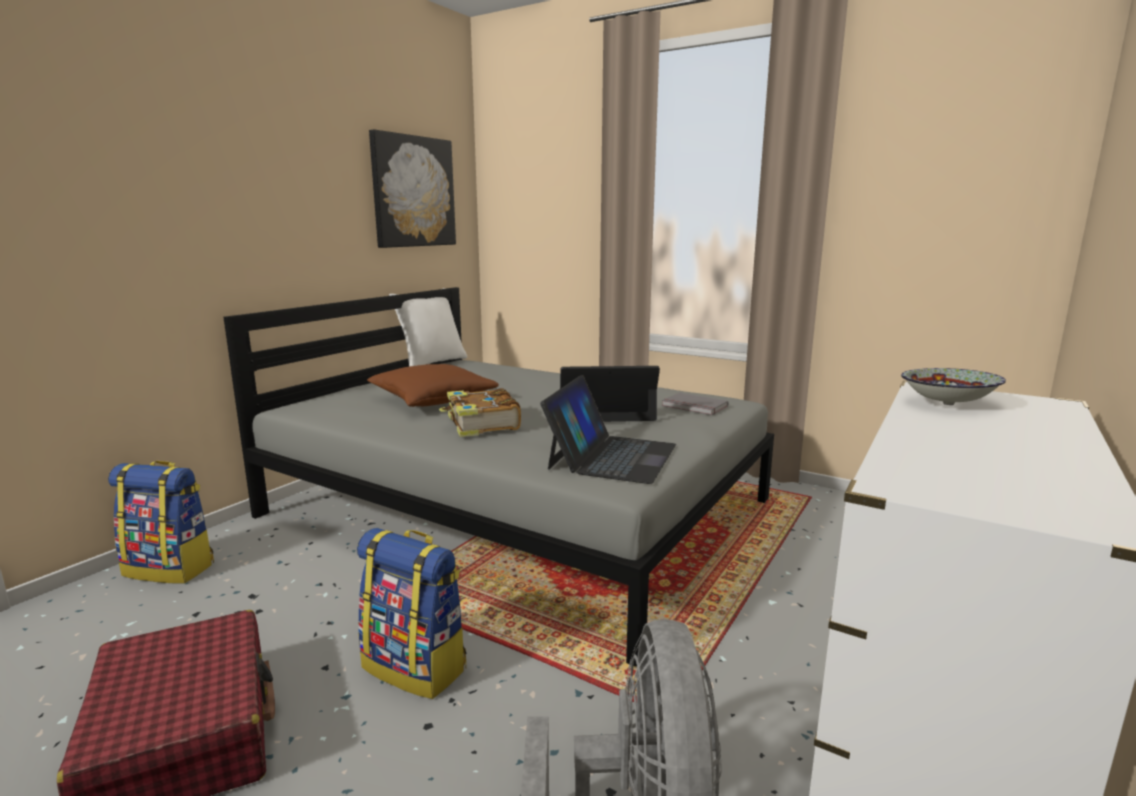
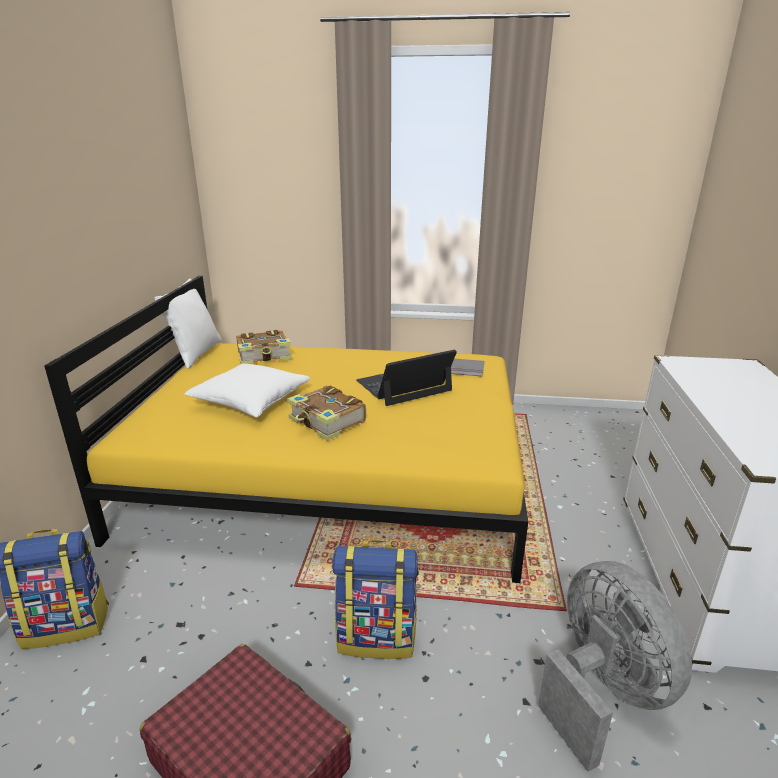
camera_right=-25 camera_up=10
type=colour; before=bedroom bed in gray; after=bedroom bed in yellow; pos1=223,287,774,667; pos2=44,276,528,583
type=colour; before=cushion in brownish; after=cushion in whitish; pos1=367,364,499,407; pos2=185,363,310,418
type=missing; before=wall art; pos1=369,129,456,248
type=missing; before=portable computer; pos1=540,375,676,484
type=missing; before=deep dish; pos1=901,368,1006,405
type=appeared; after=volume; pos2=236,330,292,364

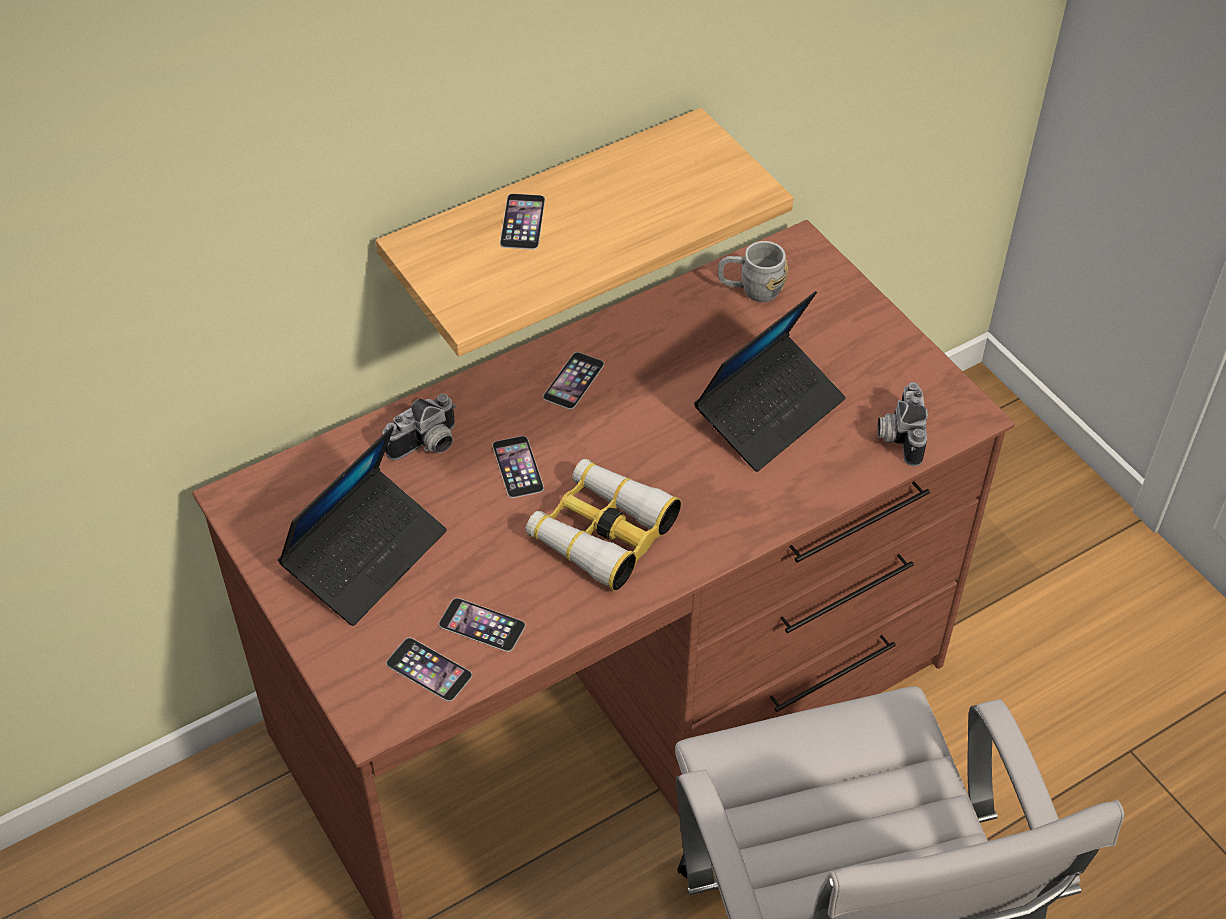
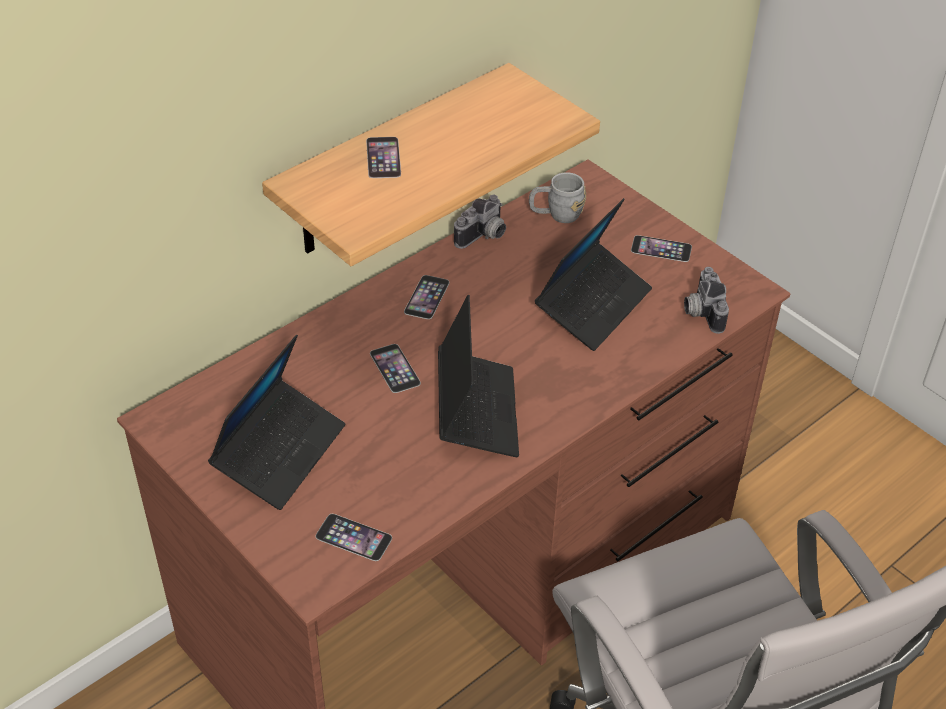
camera_right=-10 camera_up=-5
type=relocated; before=still camera; pos1=383,394,456,461; pos2=454,195,506,249
type=relocated; before=handset; pos1=439,598,526,652; pos2=631,235,692,262
type=exchanged; before=pair of binoculars; after=portable computer; pos1=526,459,681,591; pos2=438,295,519,457

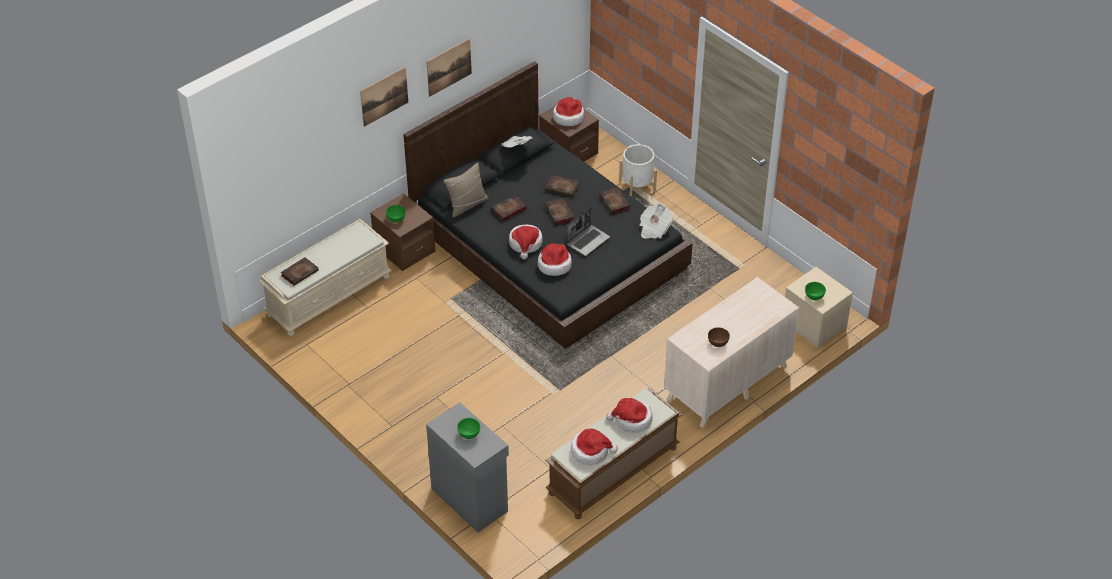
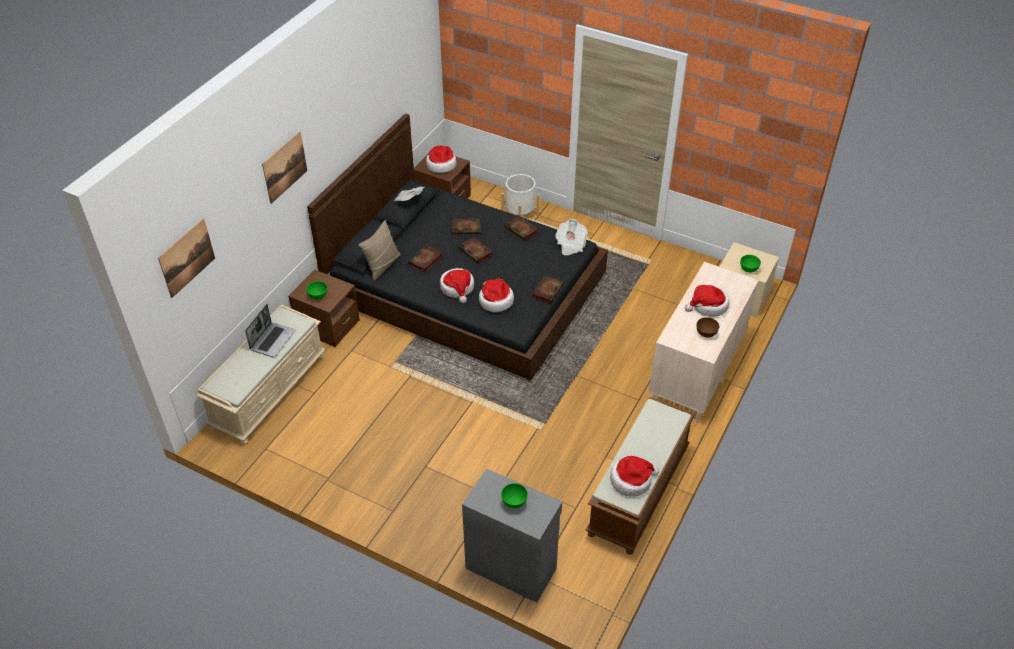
camera_right=-20 camera_up=0
type=relocated; before=volume; pos1=281,257,319,286; pos2=532,275,564,304
type=relocated; before=wall art; pos1=426,38,472,97; pos2=158,218,215,298
type=relocated; before=portable computer; pos1=566,207,610,256; pos2=245,304,295,357
type=relocated; before=clothing hat; pos1=606,398,653,433; pos2=685,285,730,317

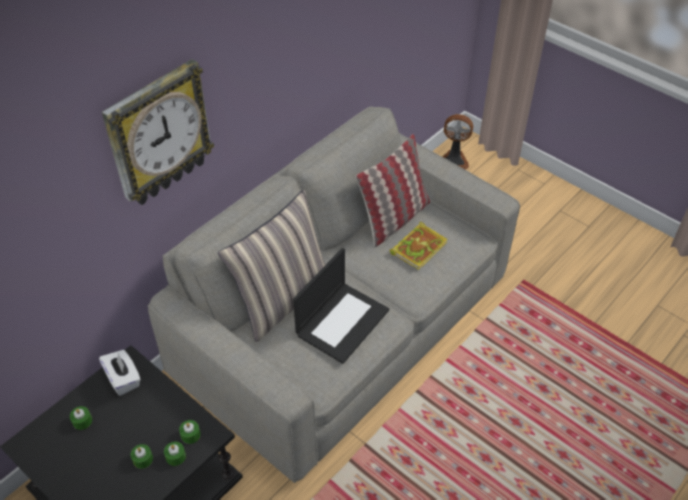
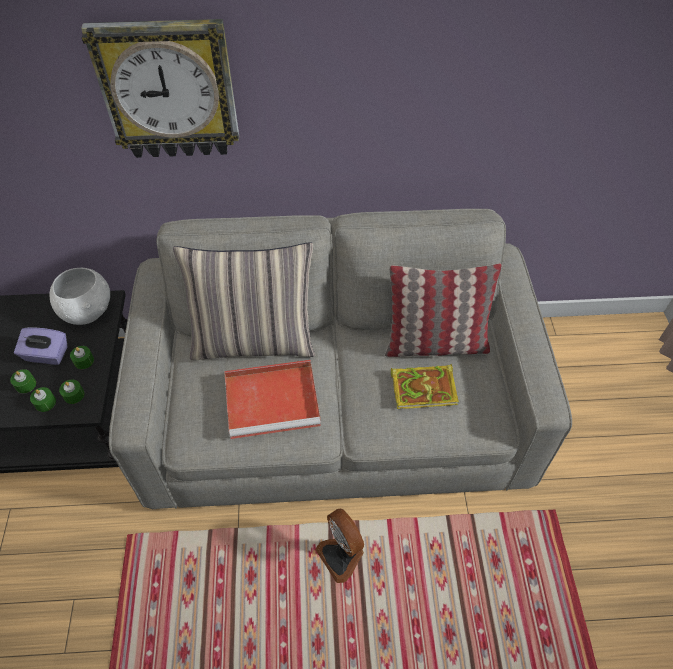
camera_right=45 camera_up=5
type=relocated; before=wax candle in greenish; pos1=70,406,92,430; pos2=70,346,94,369
type=exchanged; before=box of tissues in whitish; after=deep dish in whitish; pos1=99,350,141,395; pos2=50,268,110,325
type=exchanged; before=portable computer; after=tray in reddish; pos1=293,248,389,364; pos2=224,360,321,439
type=relocated; before=cooling fan; pos1=443,114,473,170; pos2=315,509,364,583
type=appeared; after=box of tissues in purplish; pos2=14,327,67,365

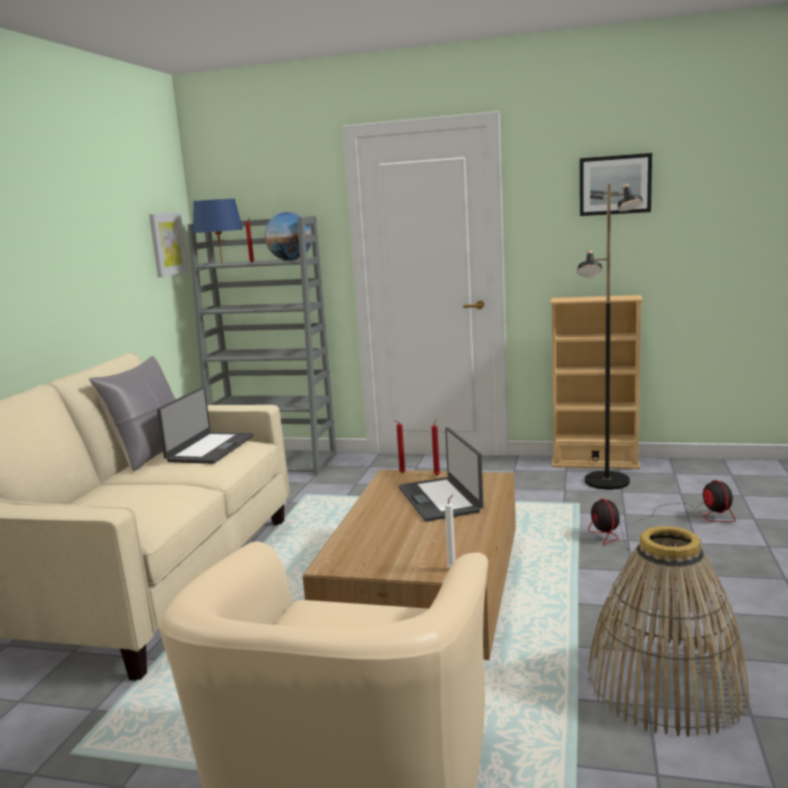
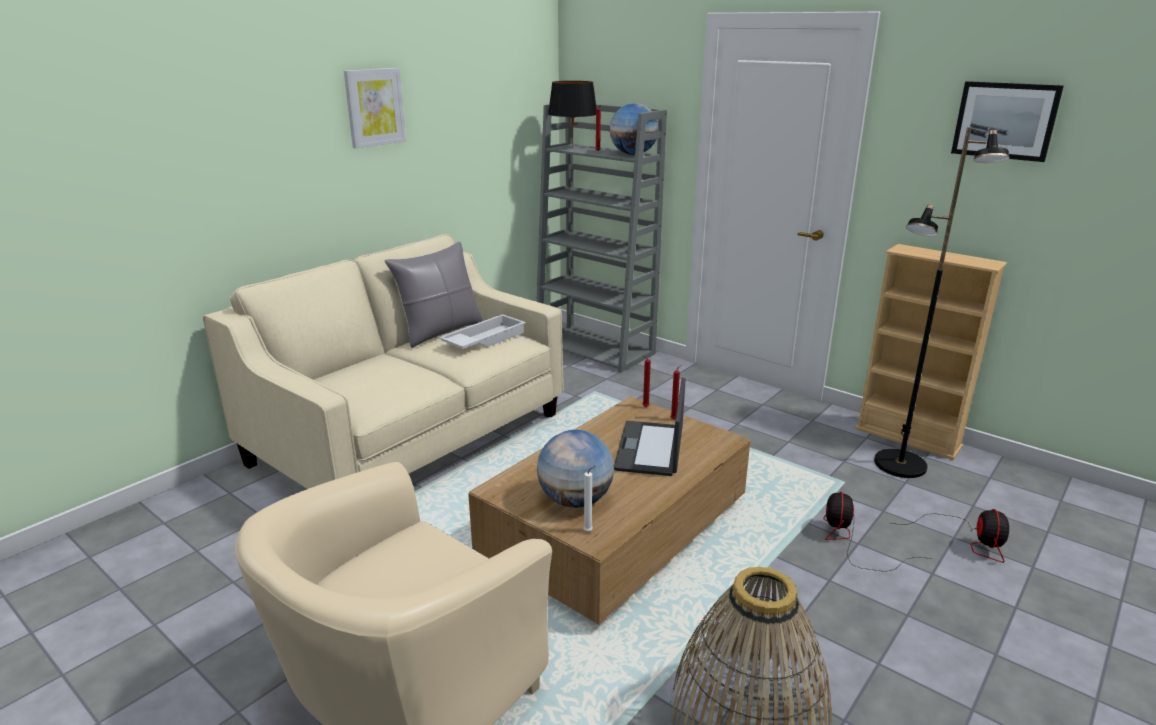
camera_right=25 camera_up=10
type=relocated; before=wall art; pos1=149,212,188,277; pos2=344,68,406,148
type=exchanged; before=portable computer; after=tray in whitish; pos1=157,387,253,464; pos2=439,314,526,349
type=colour; before=tabletop lamp in blue; after=tabletop lamp in black-coloured; pos1=193,199,243,264; pos2=548,81,597,148
type=appeared; after=world globe; pos2=537,430,614,508

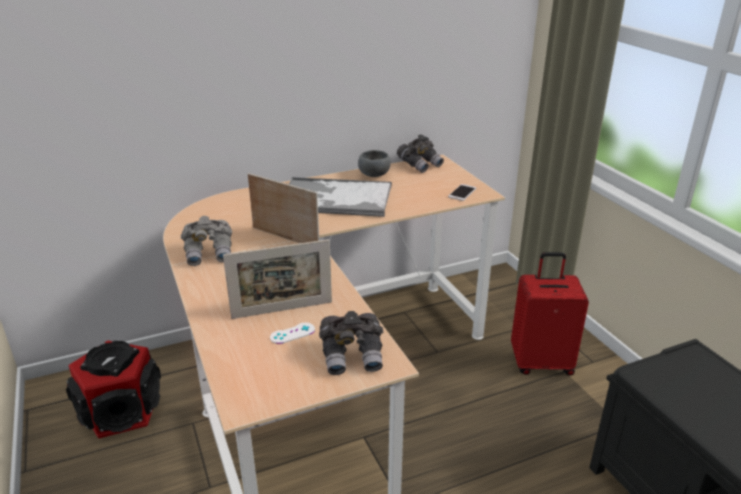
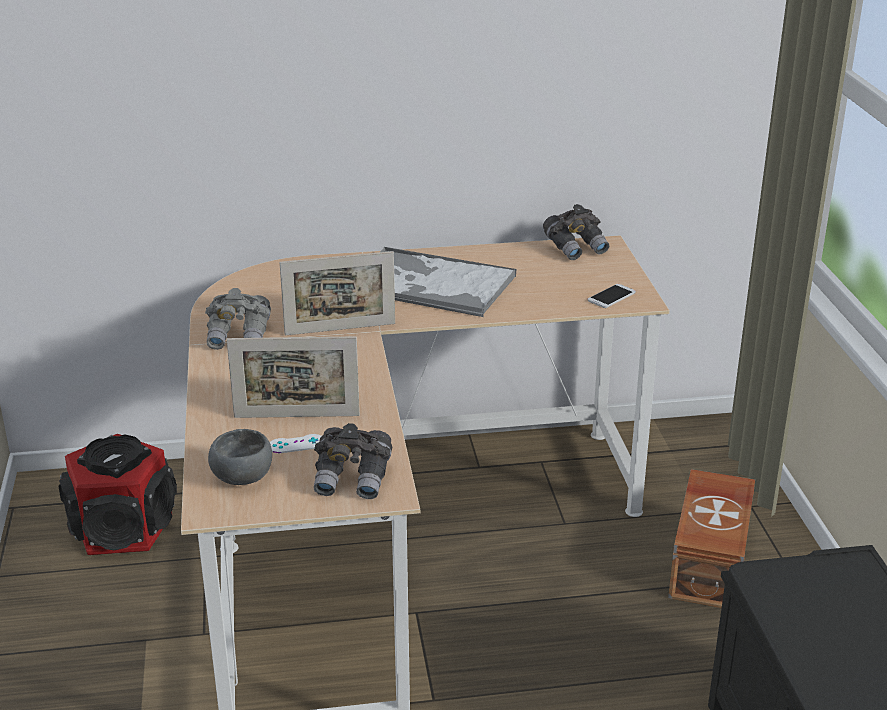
camera_right=15 camera_up=0
type=spun; before=picture frame; pos1=248,173,319,243; pos2=280,251,395,336; turn=120
type=relocated; before=deep dish in gray; pos1=358,150,391,177; pos2=208,429,272,485
type=exchanged; before=suitcase in reddish; after=storage container in brownish; pos1=511,252,589,376; pos2=668,469,755,608

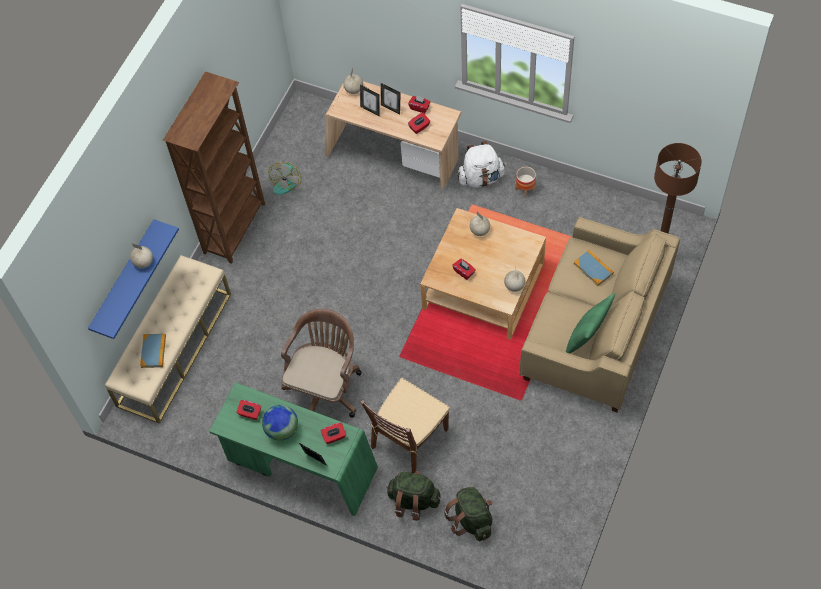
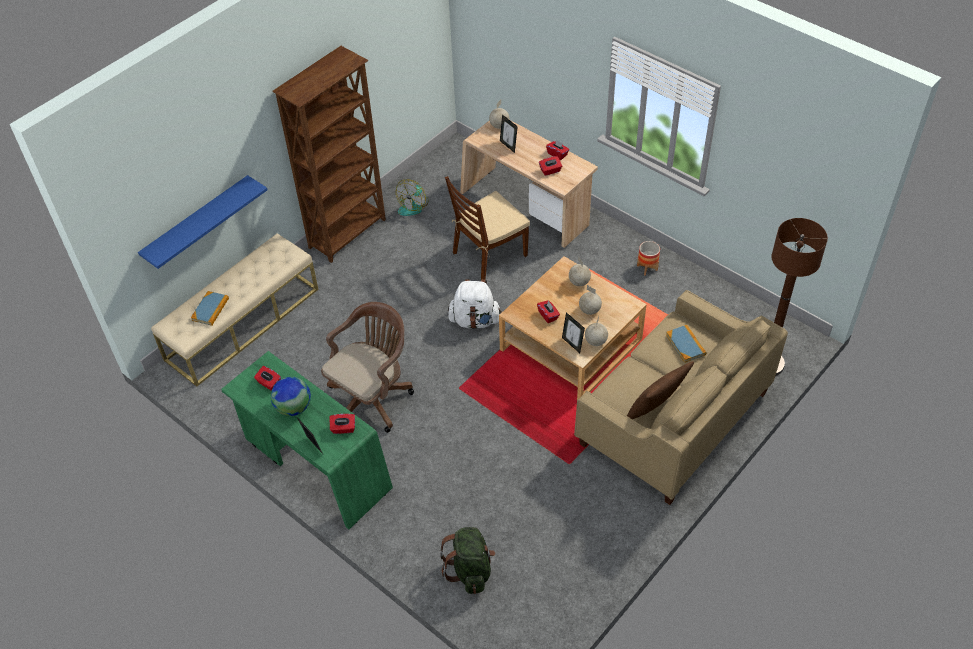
camera_right=15 camera_up=-10
type=relocated; before=world globe; pos1=130,244,153,268; pos2=579,285,602,315
type=relocated; before=chair in brownish; pos1=360,378,450,473; pos2=445,176,530,280
type=relocated; before=picture frame; pos1=381,83,401,114; pos2=562,312,585,353
type=missing; before=backpack in greenish; pos1=386,471,440,521
type=relocated; before=backpack in whitish; pos1=458,141,505,188; pos2=448,279,502,329
type=colour; before=cushion in greenish; after=cushion in brownish; pos1=566,293,615,354; pos2=627,361,694,419

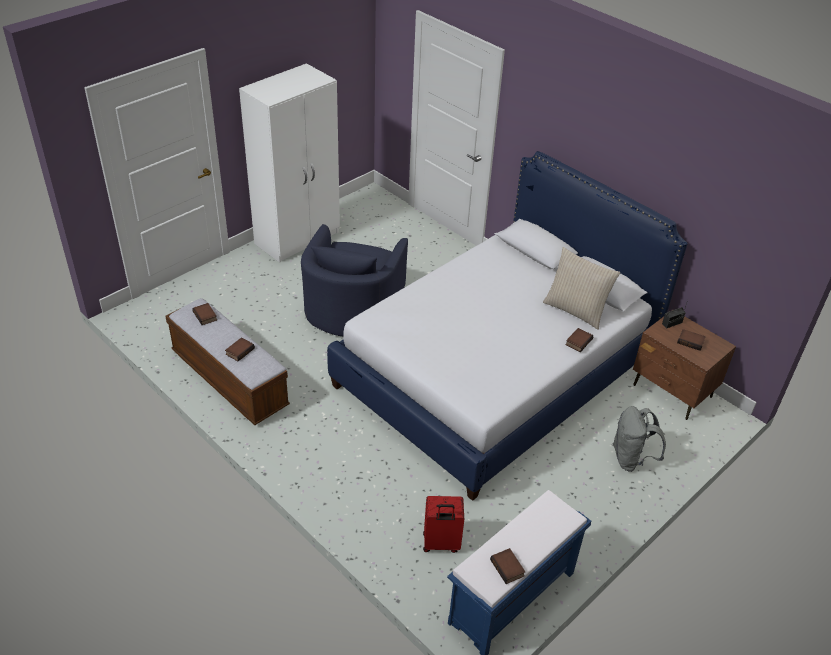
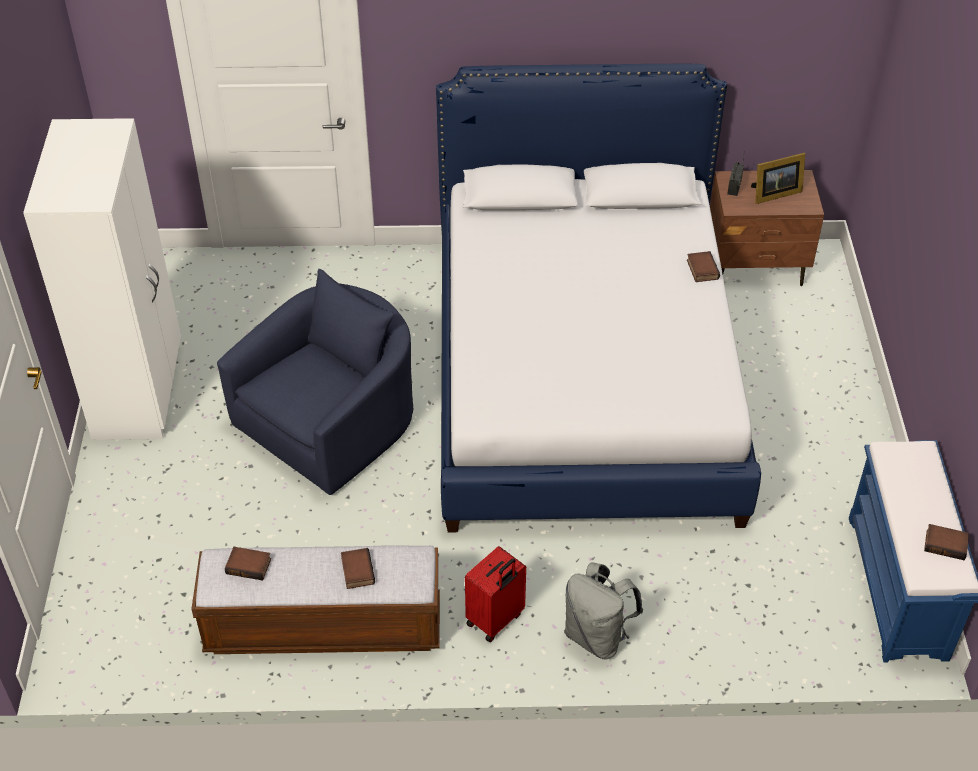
camera_right=-45 camera_up=5
type=spun; before=easy chair in blue; pos1=301,224,408,336; pos2=217,269,413,495; turn=-105
type=relocated; before=suitcase in reddish; pos1=423,496,464,553; pos2=465,546,526,642
type=missing; before=cushion in sand-coloured; pos1=543,247,620,330
type=relocated; before=backpack in gray; pos1=613,406,666,472; pos2=565,563,643,659
type=exchanged; before=volume; after=picture frame; pos1=677,329,706,351; pos2=751,152,805,204

